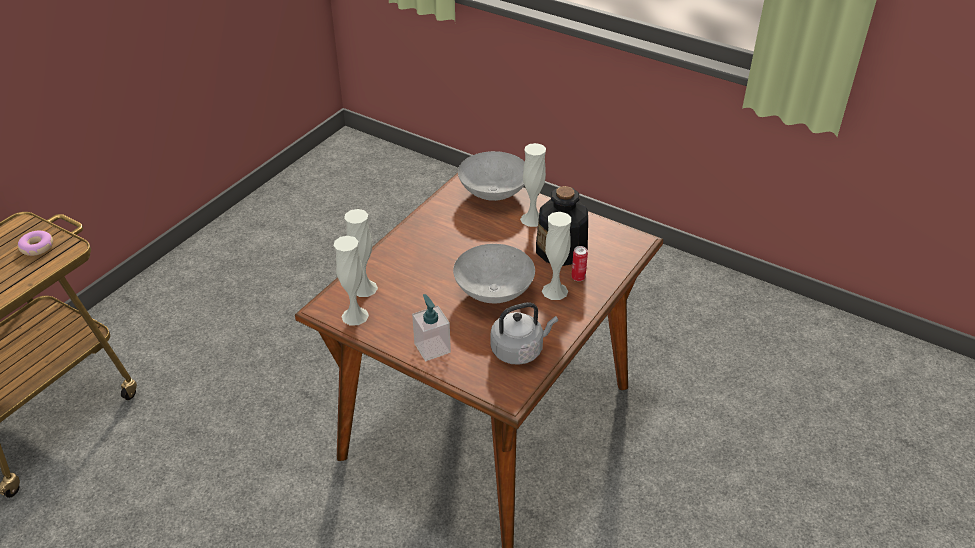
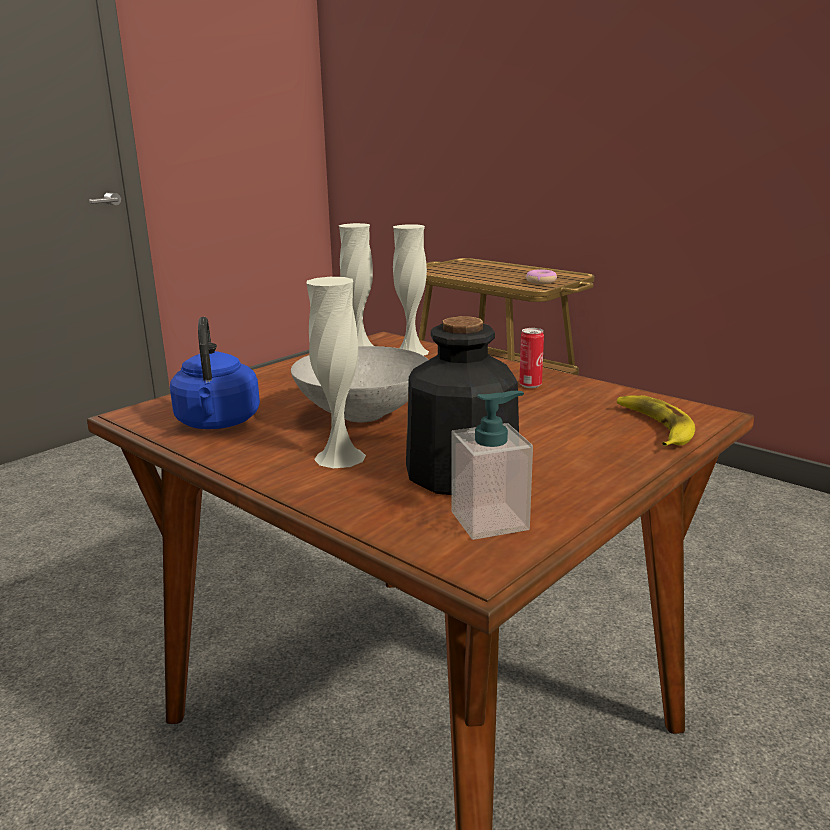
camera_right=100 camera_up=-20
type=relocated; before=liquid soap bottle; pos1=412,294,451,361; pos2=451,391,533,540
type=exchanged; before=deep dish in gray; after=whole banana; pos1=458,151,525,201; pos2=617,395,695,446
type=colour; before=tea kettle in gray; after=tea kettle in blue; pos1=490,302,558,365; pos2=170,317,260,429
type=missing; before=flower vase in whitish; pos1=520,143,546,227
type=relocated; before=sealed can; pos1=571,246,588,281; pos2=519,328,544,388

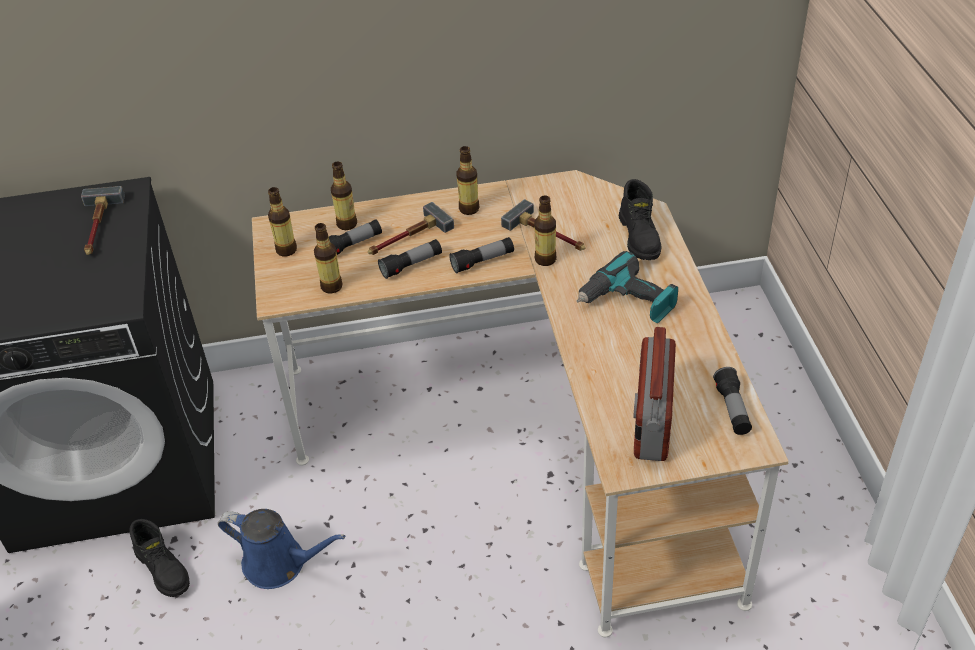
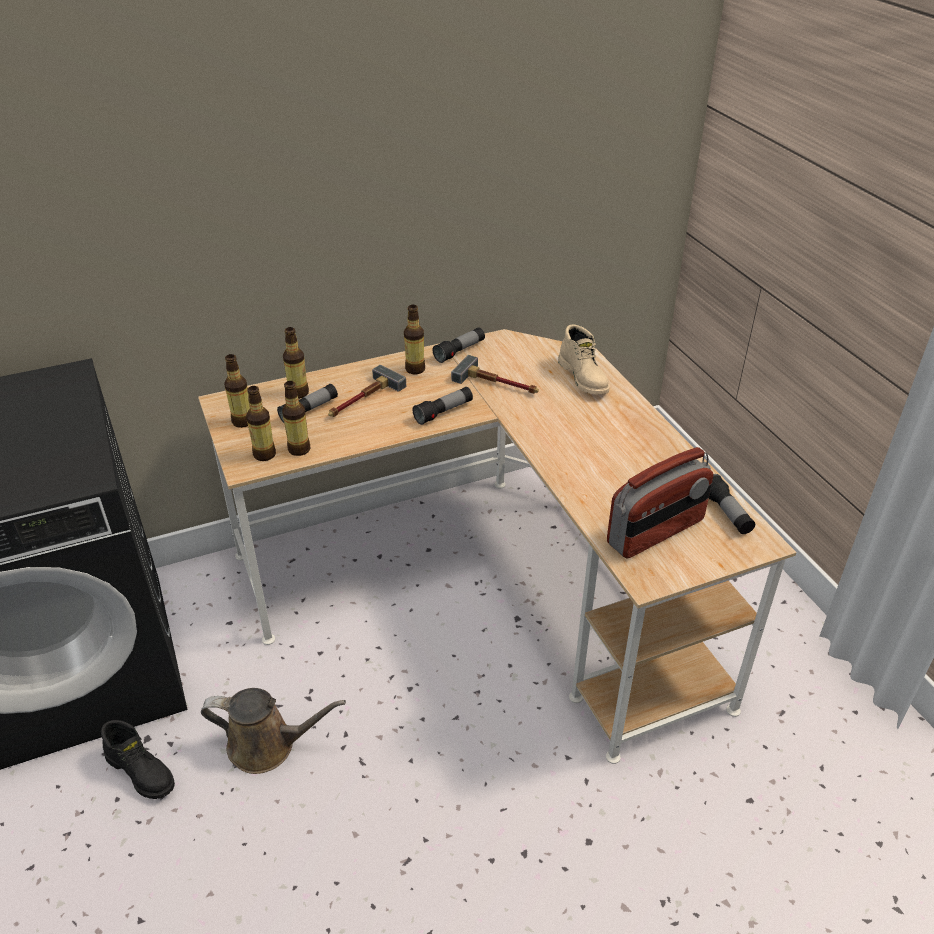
camera_right=-15 camera_up=-5
type=missing; before=hand hammer; pos1=81,186,125,255
type=colour; before=watering can in blue; after=watering can in brownish; pos1=218,509,345,589; pos2=201,688,346,774
type=relocated; before=flashlight; pos1=378,239,442,279; pos2=433,327,485,363
type=relocated; before=drink bottle; pos1=534,195,557,266; pos2=246,386,276,461
type=missing; before=drill; pos1=577,251,678,323
type=colour; before=boot in black-coloured; after=boot in sand-coloured; pos1=619,179,662,260; pos2=558,325,610,395
type=spun; before=radio set; pos1=633,327,676,461; pos2=607,447,714,559; turn=-120

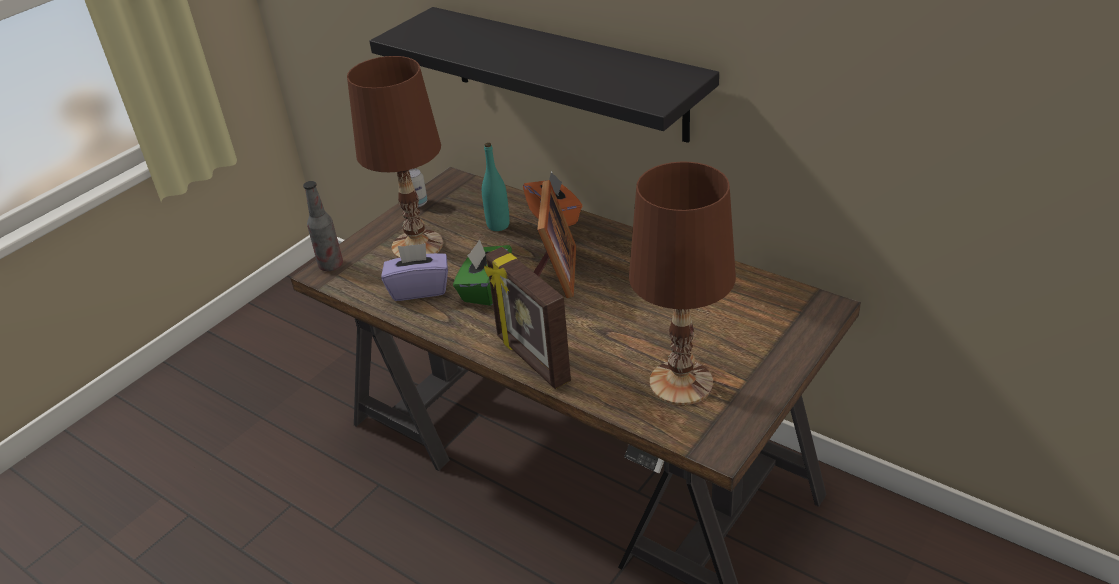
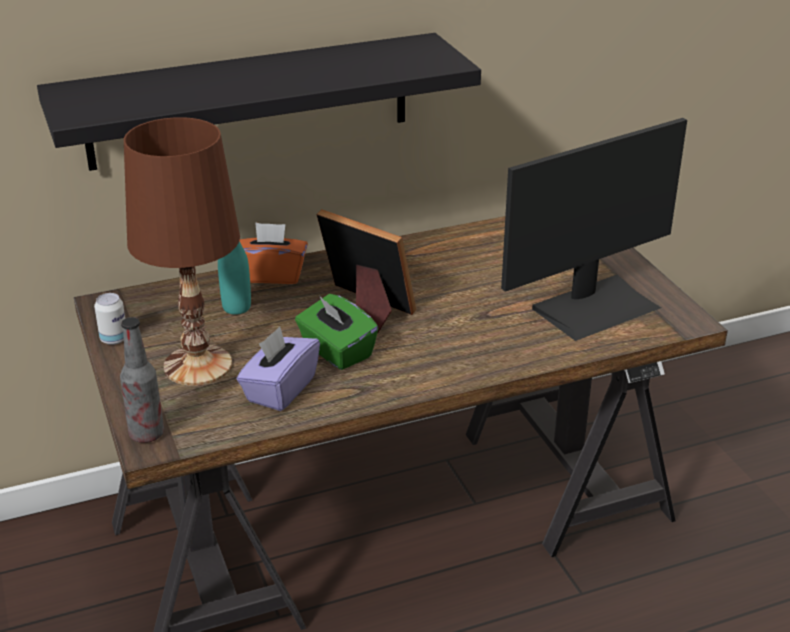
camera_right=-60 camera_up=-5
type=missing; before=picture frame; pos1=484,247,571,389
type=exchanged; before=tabletop lamp in brownish; after=computer screen; pos1=629,162,736,405; pos2=501,118,687,341

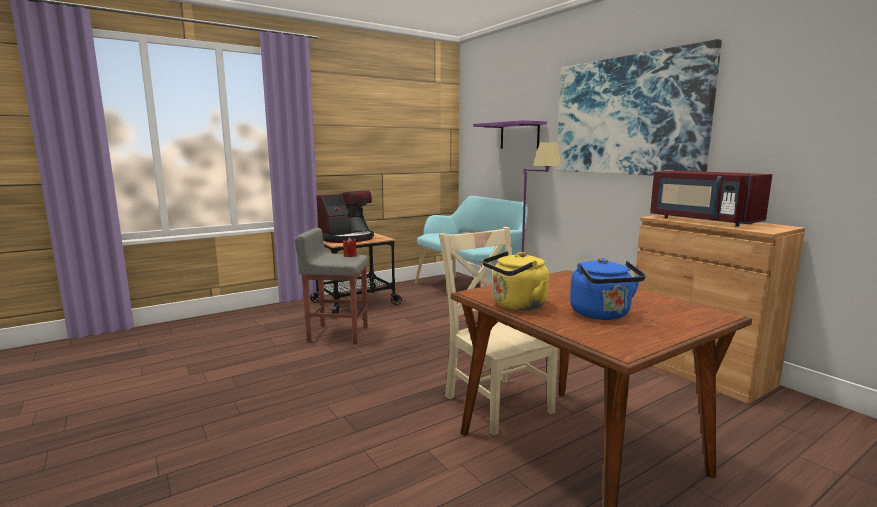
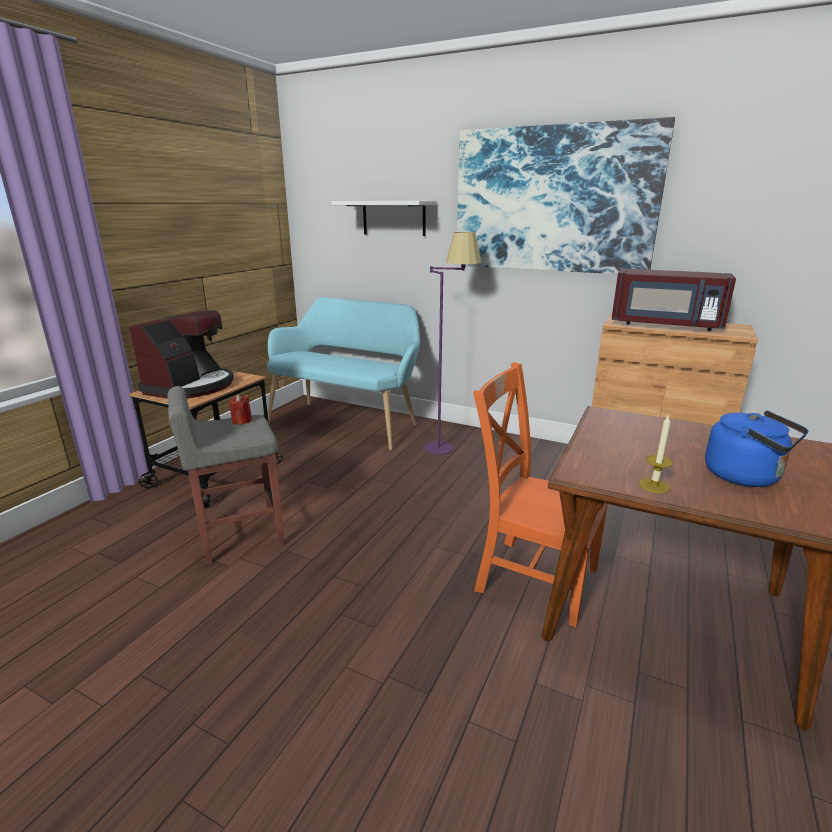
camera_right=-30 camera_up=10
type=colour; before=chair in sand-coloured; after=chair in orange; pos1=439,227,558,435; pos2=473,362,608,627
type=colour; before=shelf in purplish; after=shelf in whitish; pos1=473,120,547,149; pos2=332,201,437,236
type=exchanged; before=tea kettle in yellow; after=wax candle; pos1=482,251,549,310; pos2=639,414,673,493

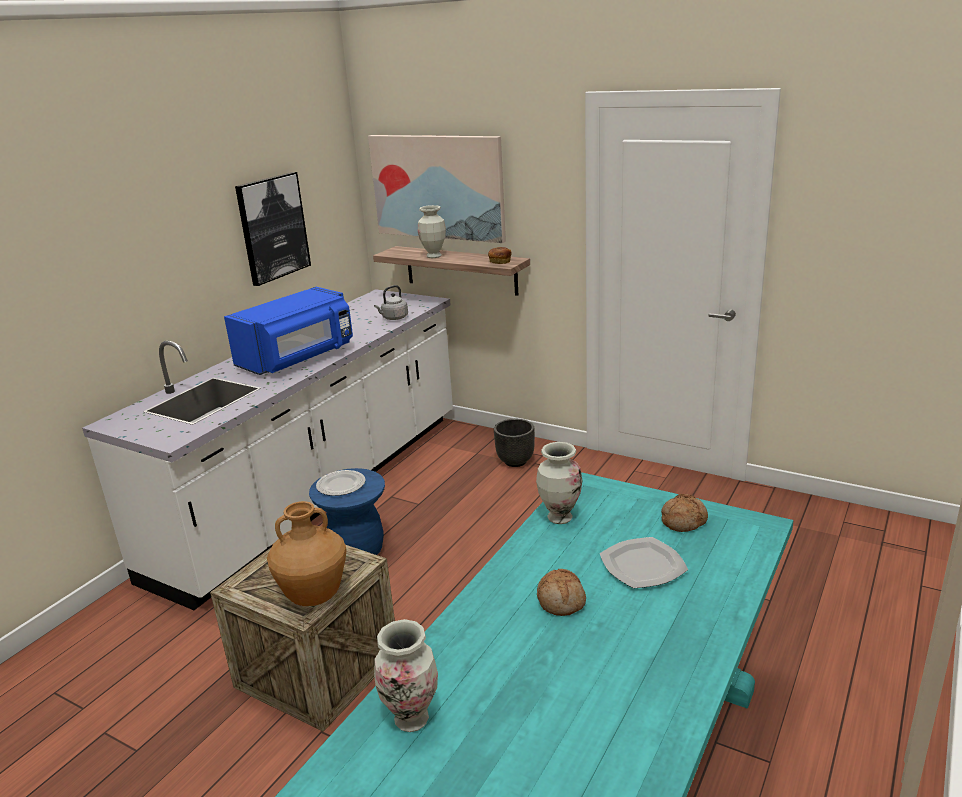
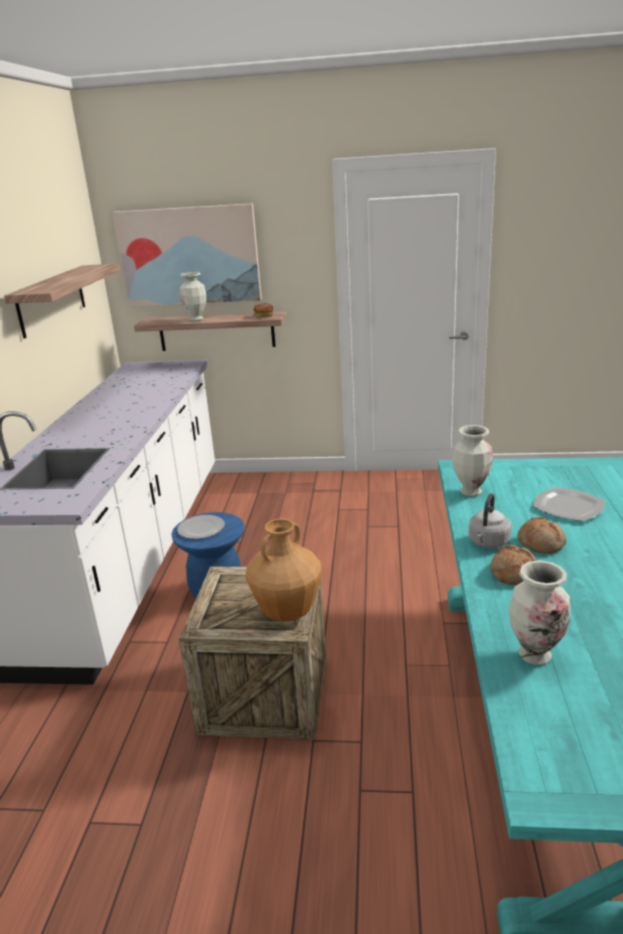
camera_right=-25 camera_up=0
type=missing; before=kitchen microwave in blue; pos1=224,287,353,375
type=exchanged; before=wall art; after=shelf; pos1=235,172,311,286; pos2=4,264,121,339
type=relocated; before=tea kettle in gray; pos1=374,285,408,320; pos2=468,493,511,548
type=missing; before=planter in black-coloured; pos1=494,419,535,467
type=relocated; before=bread; pos1=661,494,708,532; pos2=490,545,537,585

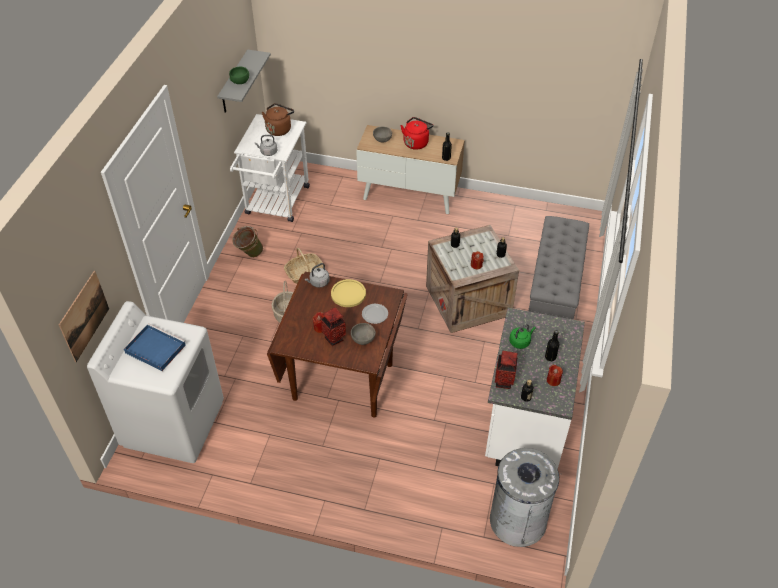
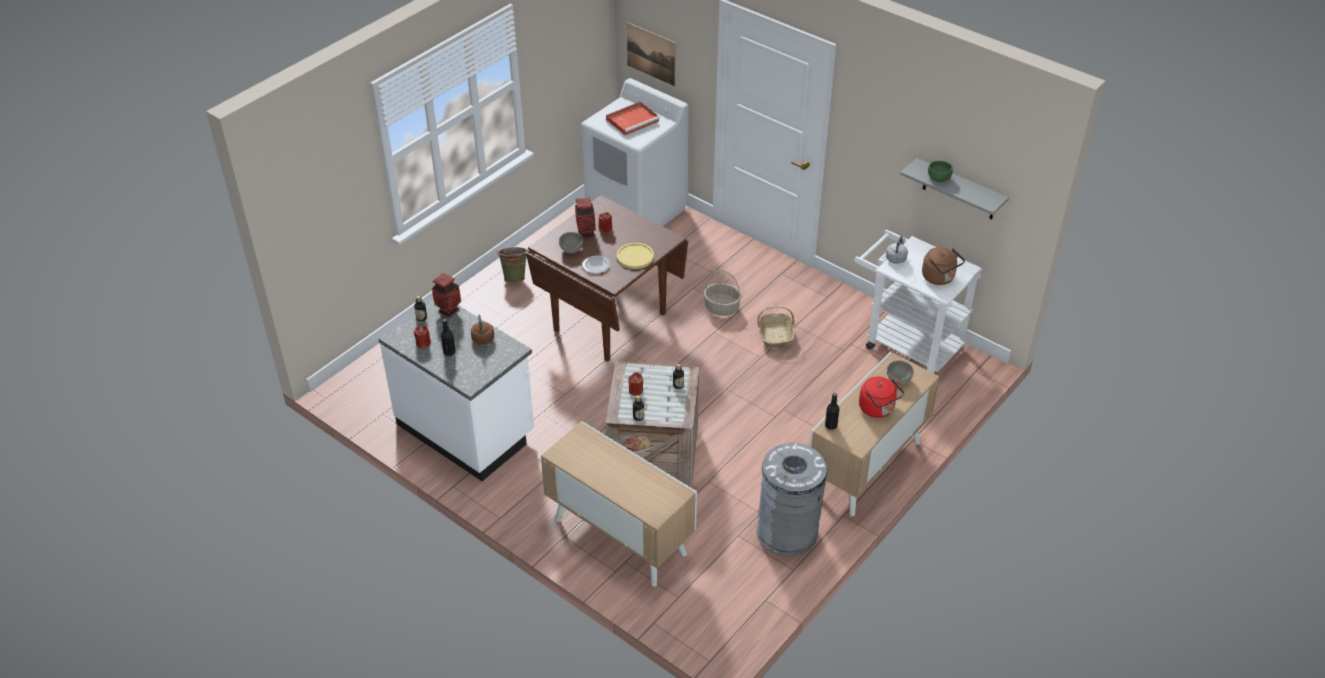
camera_right=115 camera_up=-5
type=colour; before=tray in blue; after=tray in reddish; pos1=124,323,186,371; pos2=606,102,660,135
type=relocated; before=pail in greenish; pos1=232,226,263,258; pos2=497,247,528,282
type=missing; before=tea kettle in gray; pos1=305,263,330,288
type=relocated; before=waste bin in gray; pos1=490,448,562,547; pos2=756,443,827,556
type=colour; before=tea kettle in greenish; after=tea kettle in brownish; pos1=509,324,536,349; pos2=471,315,494,344
type=exchanged; before=bench in gray; after=cupboard; pos1=529,216,589,320; pos2=541,421,697,587

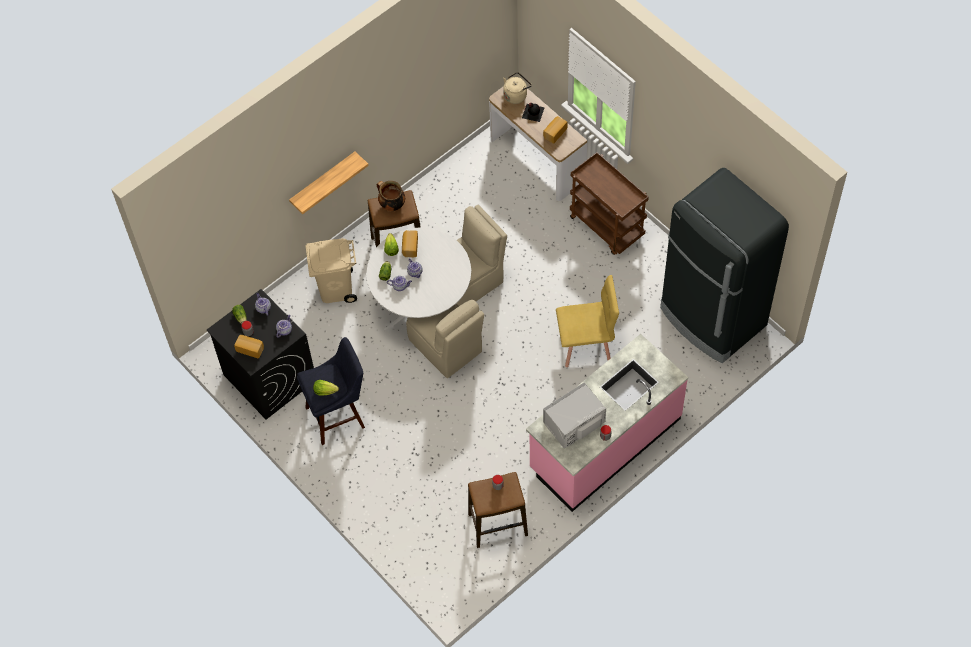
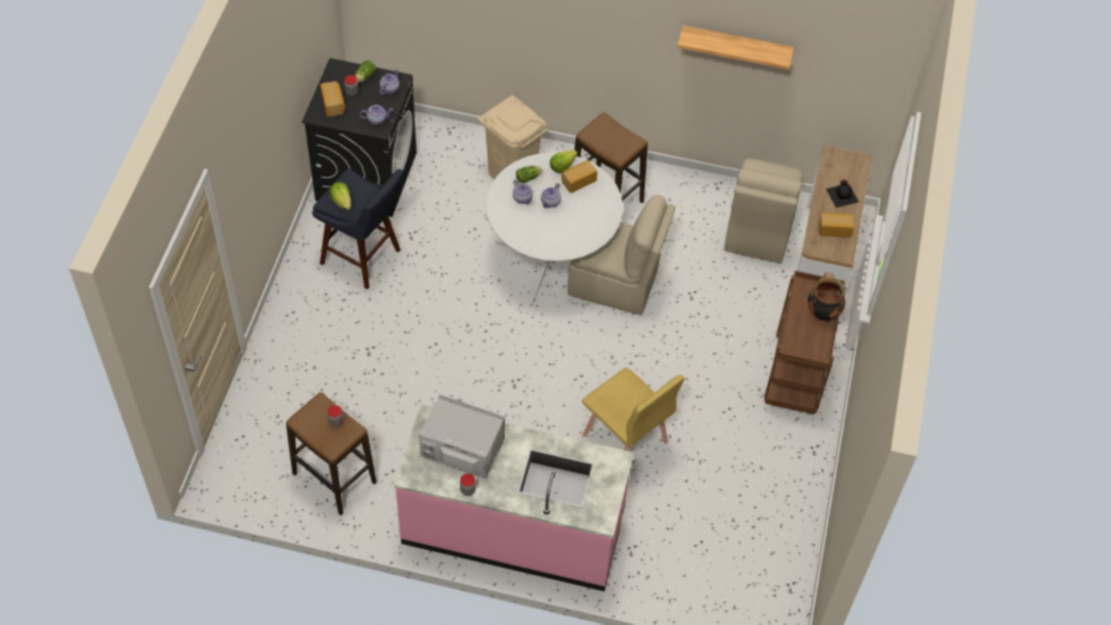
camera_right=50 camera_up=-5
type=relocated; before=shelf; pos1=289,152,369,214; pos2=677,25,794,70
type=relocated; before=saucepot; pos1=377,181,405,212; pos2=808,272,846,321
type=relocated; before=chair in sand-coloured; pos1=406,300,484,378; pos2=724,158,803,263
type=missing; before=tea kettle in sand-coloured; pos1=503,72,532,104
type=missing; before=kitchen fridge in black-coloured; pos1=660,168,789,363

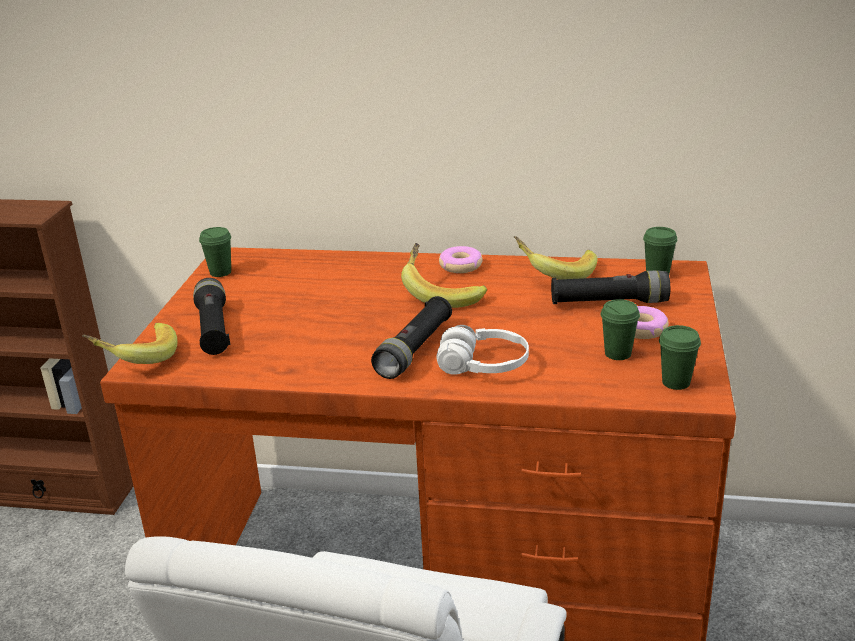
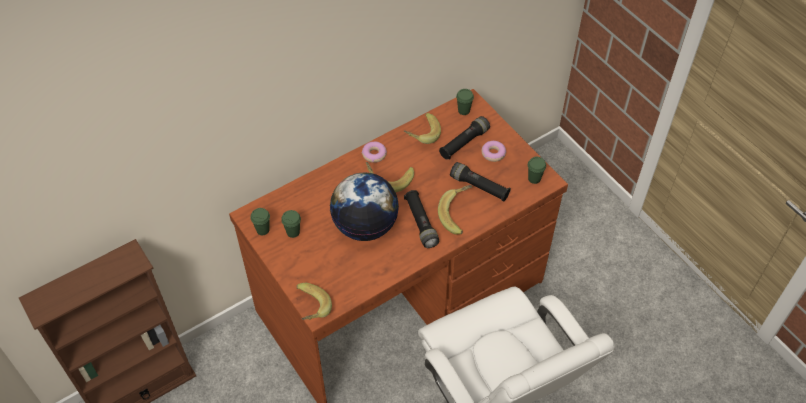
camera_right=-45 camera_up=25
type=relocated; before=flashlight in black-coloured; pos1=193,278,230,355; pos2=450,162,511,202
type=exchanged; before=pair of headphones in whitish; after=whole banana; pos1=436,325,529,375; pos2=438,185,472,234
type=relocated; before=drinking cup in greenish; pos1=601,299,640,360; pos2=281,210,301,238
type=appeared; after=world globe; pos2=330,172,399,241

